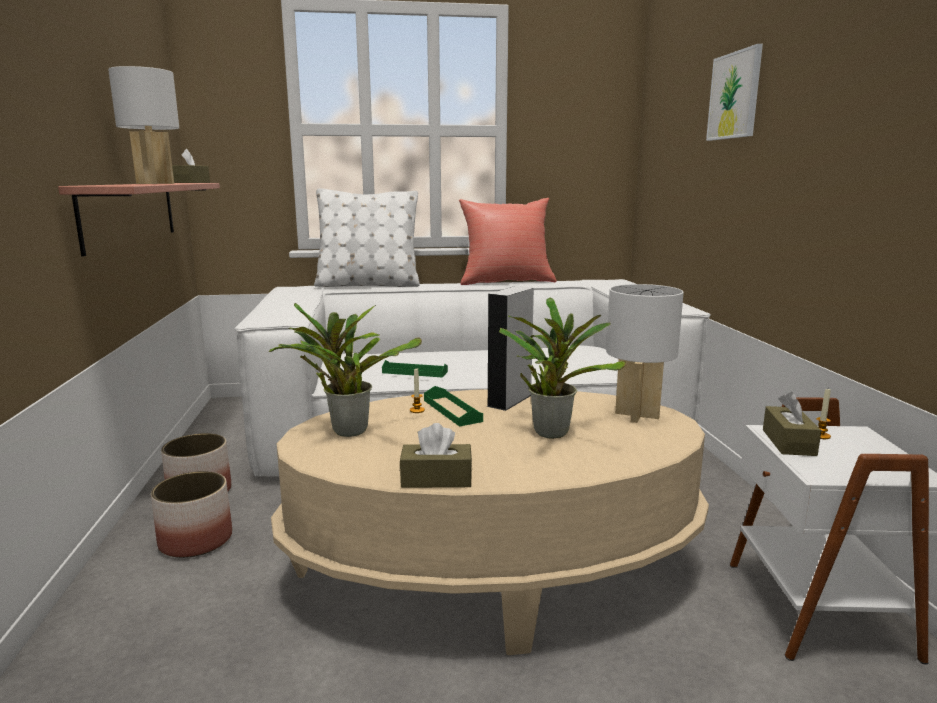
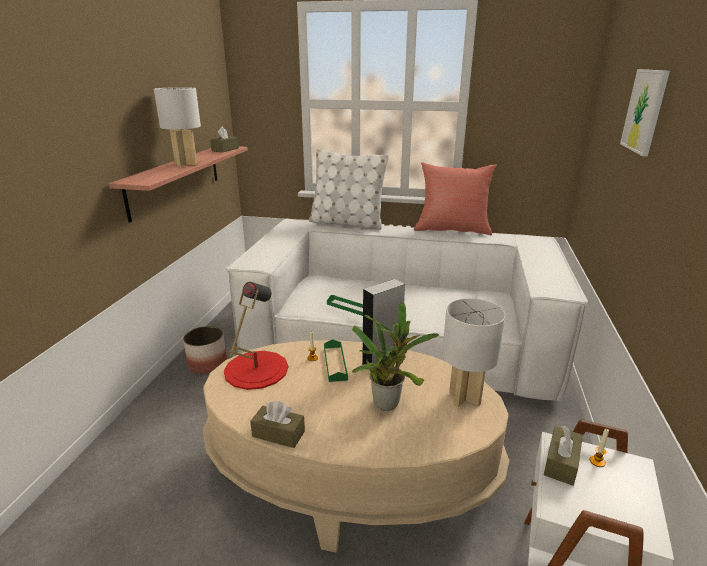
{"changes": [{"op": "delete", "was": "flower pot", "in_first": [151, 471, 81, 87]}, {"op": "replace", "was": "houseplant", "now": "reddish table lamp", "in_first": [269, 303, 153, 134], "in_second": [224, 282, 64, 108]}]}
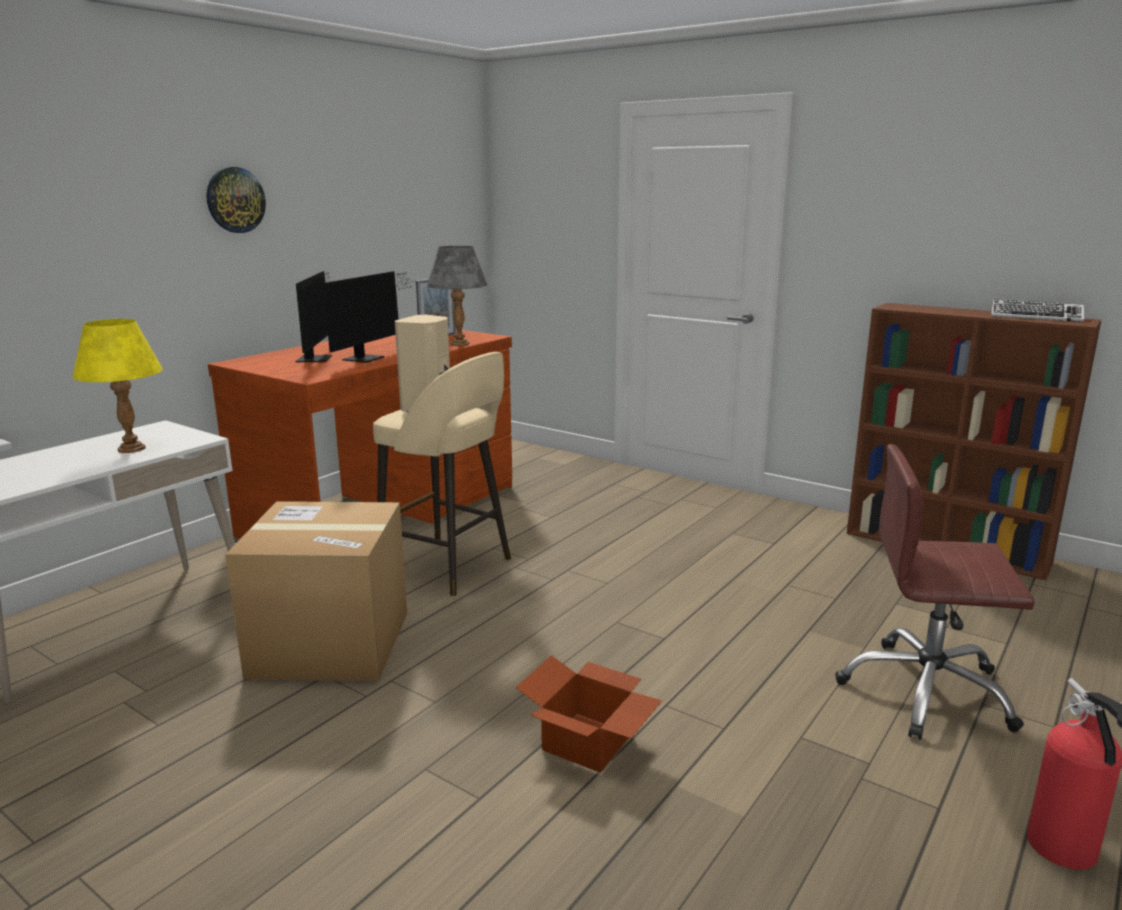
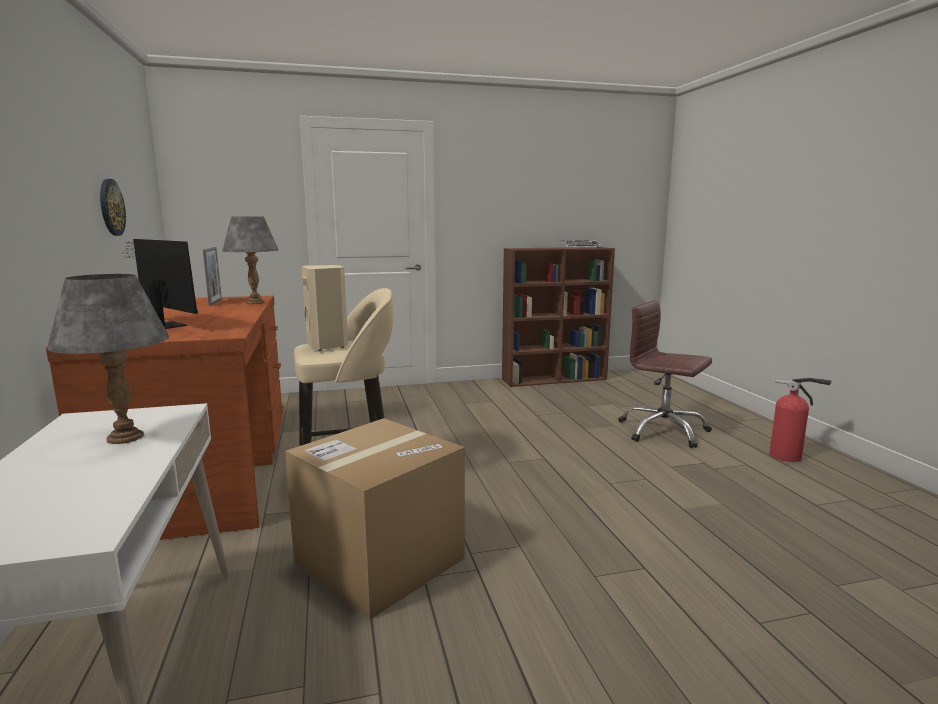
{"changes": [{"op": "recolor", "was": "yellow table lamp", "now": "greyish table lamp", "in_first": [73, 319, 90, 134], "in_second": [47, 274, 122, 170]}, {"op": "move", "was": "hanging clock", "in_first": [207, 167, 59, 66], "in_second": [100, 179, 26, 57]}, {"op": "delete", "was": "computer display", "in_first": [323, 271, 92, 92]}, {"op": "delete", "was": "cardboard box", "in_first": [515, 655, 147, 118]}, {"op": "rotate", "was": "brown-coloured office chair", "in_first": [835, 444, 200, 296], "in_second": [618, 300, 94, 148], "clockwise": 75}]}
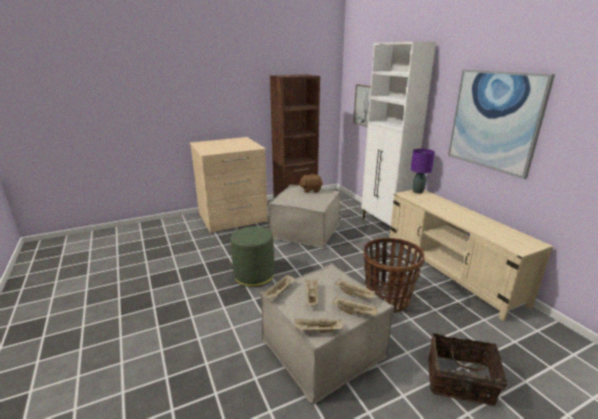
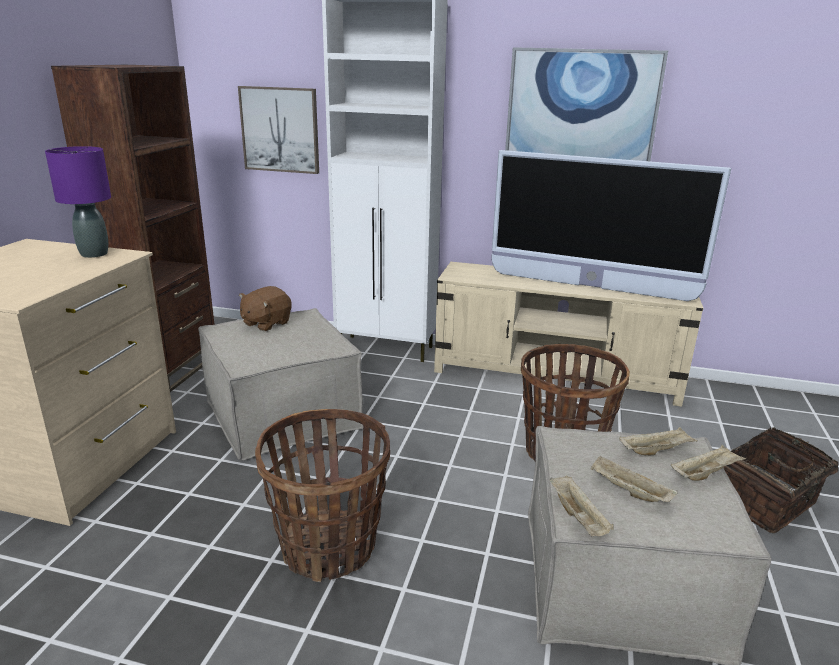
{"changes": [{"op": "replace", "was": "green-coloured pouffe", "now": "basket", "in_first": [231, 226, 43, 61], "in_second": [255, 409, 135, 173]}, {"op": "delete", "was": "sand-coloured tray", "in_first": [295, 319, 48, 14]}, {"op": "move", "was": "purple table lamp", "in_first": [411, 149, 24, 45], "in_second": [45, 146, 66, 112]}, {"op": "insert", "now": "TV set", "in_second": [491, 150, 240, 151]}]}
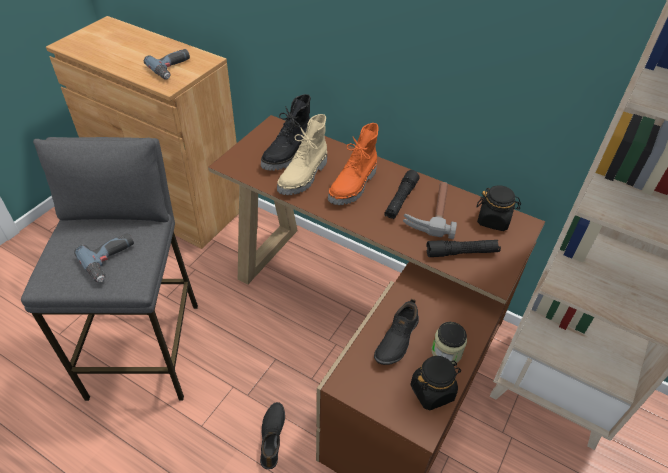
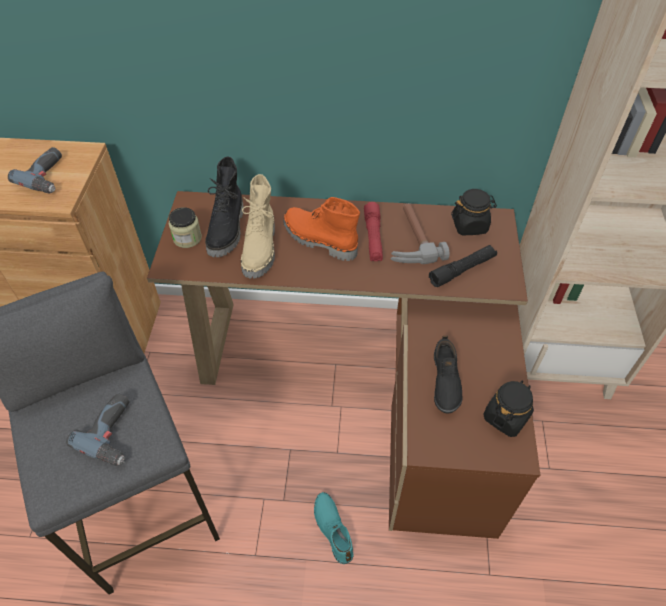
{"changes": [{"op": "recolor", "was": "black item of footwear", "now": "turquoise-coloured item of footwear", "in_first": [260, 402, 25, 67], "in_second": [314, 492, 39, 72]}, {"op": "rotate", "was": "orange-coloured high-top boot", "in_first": [328, 123, 50, 82], "in_second": [283, 197, 77, 64], "clockwise": 120}, {"op": "recolor", "was": "black hand torch", "now": "reddish hand torch", "in_first": [384, 170, 36, 49], "in_second": [364, 202, 19, 60]}, {"op": "move", "was": "preserve jar", "in_first": [432, 322, 35, 42], "in_second": [169, 207, 33, 41]}]}
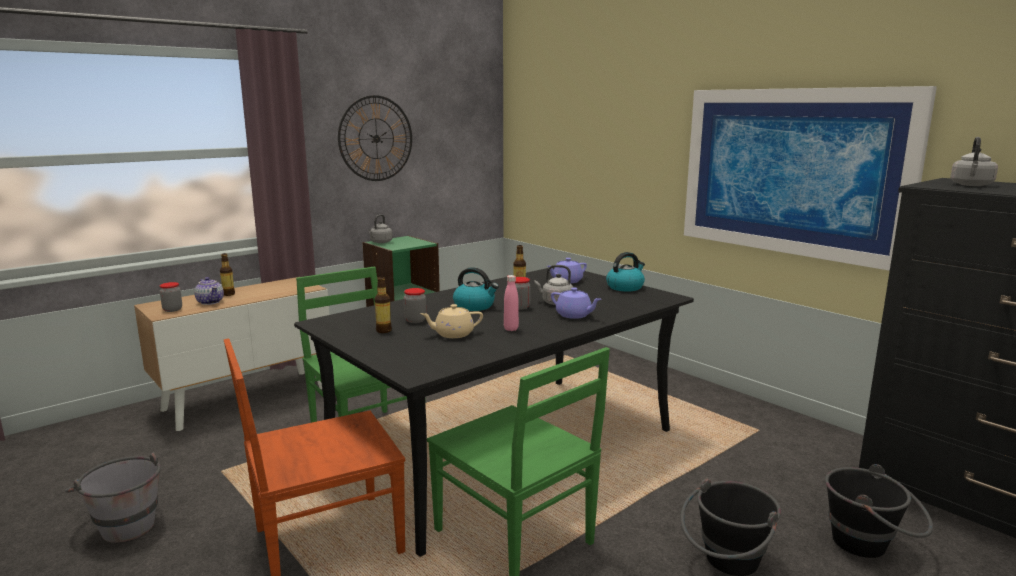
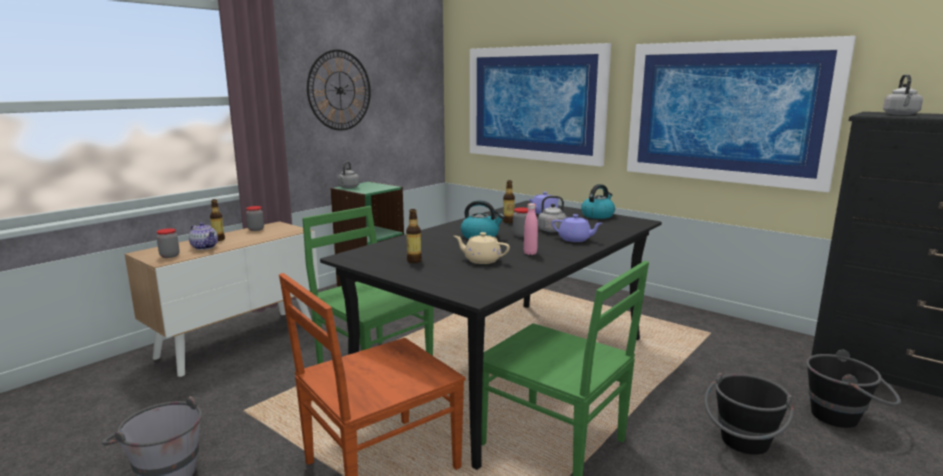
{"changes": [{"op": "move", "was": "preserve jar", "in_first": [404, 288, 22, 35], "in_second": [246, 206, 18, 25]}, {"op": "rotate", "was": "sand-coloured pot for tea", "in_first": [420, 304, 63, 34], "in_second": [454, 232, 56, 32], "clockwise": 45}, {"op": "insert", "now": "wall art", "in_second": [470, 43, 141, 124]}]}
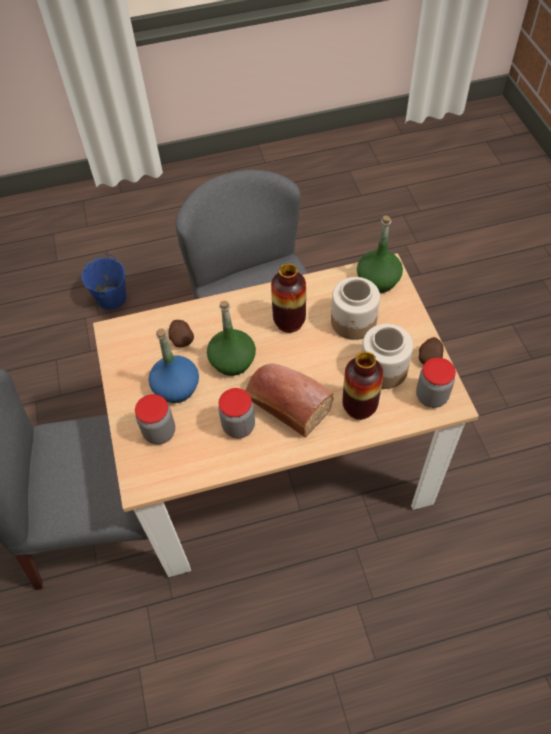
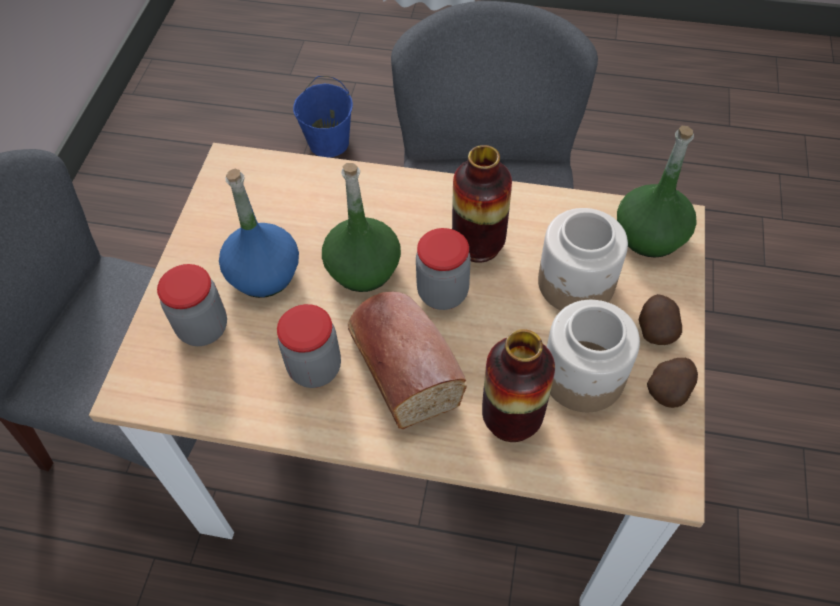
{"changes": [{"op": "move", "was": "whole potato", "in_first": [169, 320, 25, 28], "in_second": [639, 294, 43, 51]}, {"op": "move", "was": "preserve jar", "in_first": [416, 358, 40, 50], "in_second": [416, 228, 55, 82]}]}
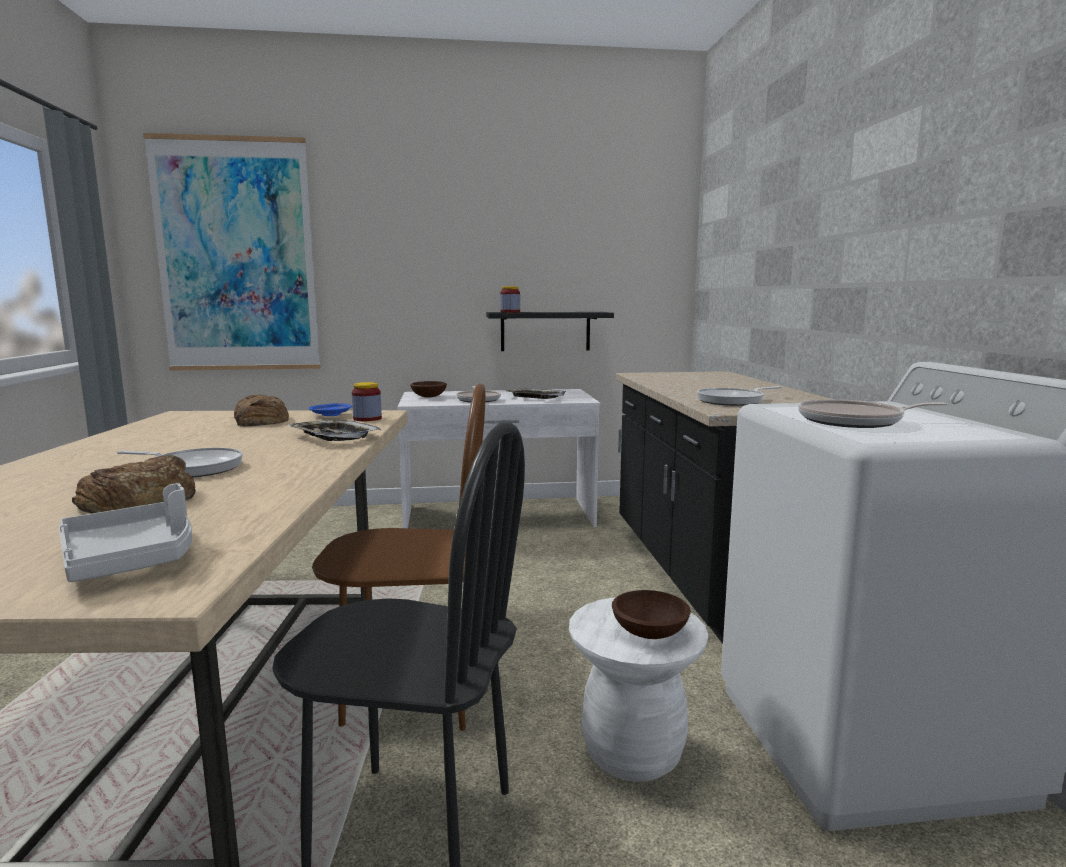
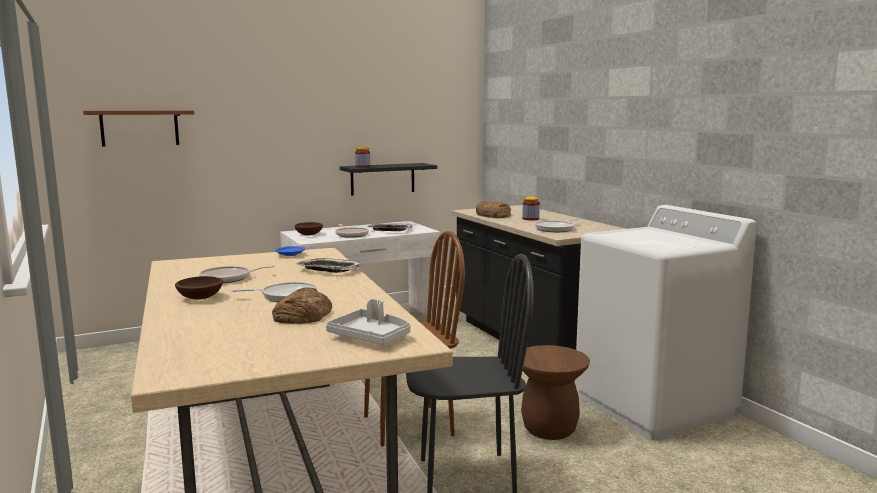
{"changes": [{"op": "replace", "was": "wall art", "now": "brown-coloured bracket shelf", "in_first": [143, 133, 177, 238], "in_second": [83, 110, 111, 37]}, {"op": "move", "was": "baked bread", "in_first": [234, 394, 55, 32], "in_second": [476, 201, 35, 17]}, {"op": "move", "was": "preserve jar", "in_first": [352, 382, 30, 39], "in_second": [522, 197, 18, 23]}, {"op": "recolor", "was": "white-coloured stool", "now": "brown-coloured stool", "in_first": [569, 597, 139, 185], "in_second": [521, 345, 69, 95]}, {"op": "move", "was": "brown-coloured deep dish", "in_first": [612, 590, 79, 49], "in_second": [175, 276, 48, 24]}, {"op": "move", "was": "pan", "in_first": [798, 399, 150, 29], "in_second": [199, 266, 76, 17]}]}
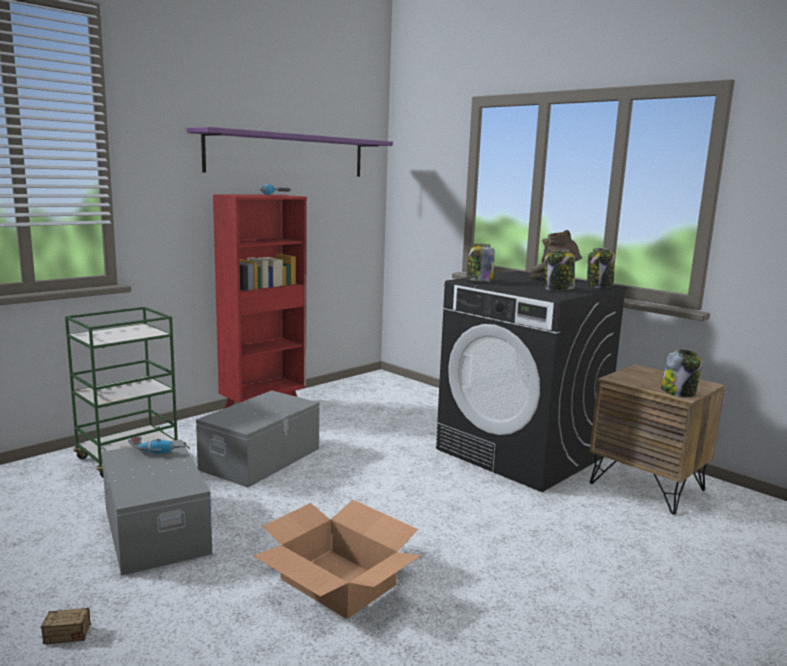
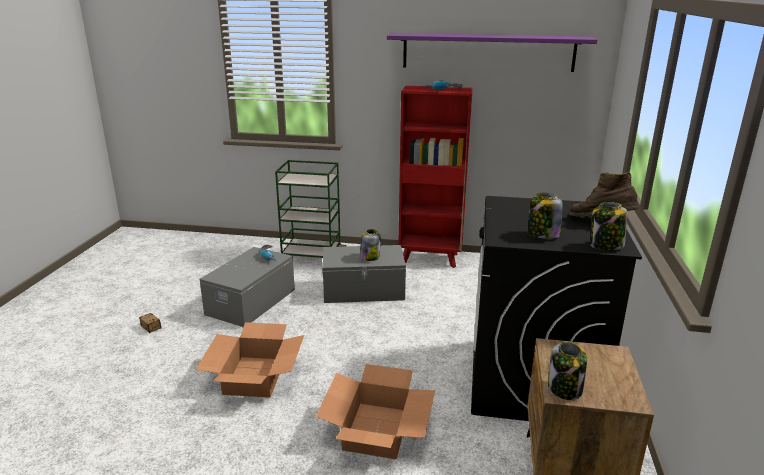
{"changes": [{"op": "move", "was": "preserve jar", "in_first": [466, 243, 29, 39], "in_second": [360, 229, 21, 32]}, {"op": "insert", "now": "cardboard box", "in_second": [315, 364, 120, 95]}]}
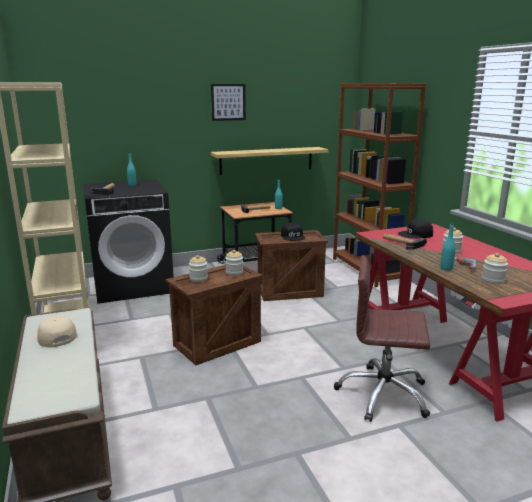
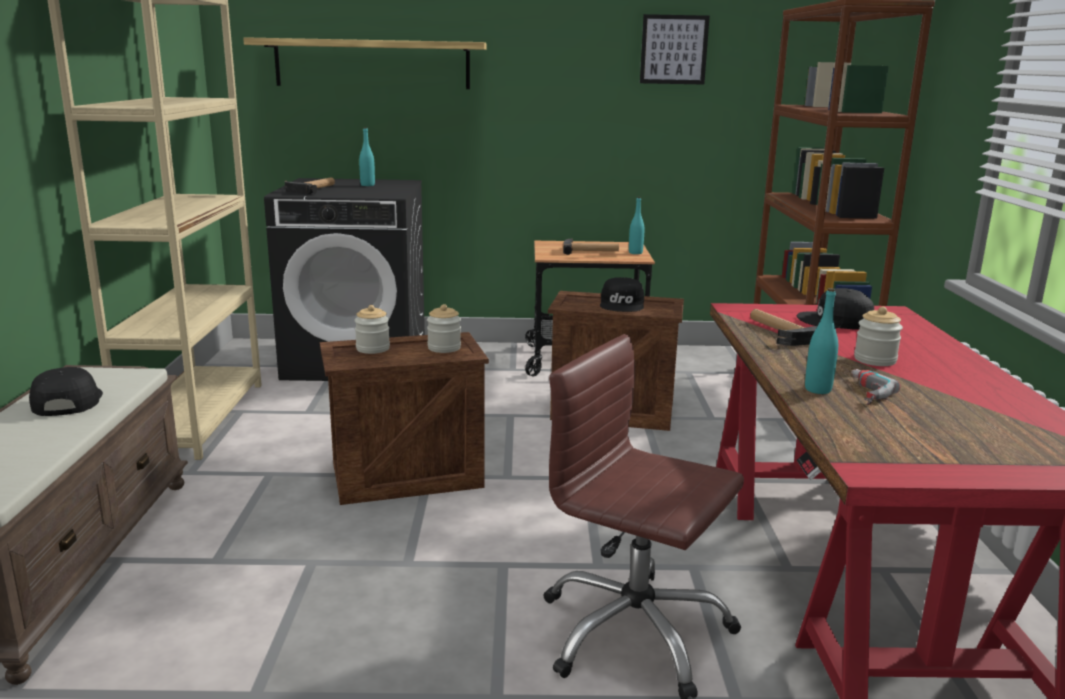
{"changes": [{"op": "recolor", "was": "sand-coloured peaked cap", "now": "black peaked cap", "in_first": [35, 316, 42, 32], "in_second": [29, 367, 74, 49]}, {"op": "move", "was": "wall art", "in_first": [211, 84, 35, 37], "in_second": [640, 14, 70, 71]}, {"op": "move", "was": "bracket shelf", "in_first": [211, 147, 118, 28], "in_second": [243, 37, 243, 52]}, {"op": "delete", "was": "preserve jar", "in_first": [482, 253, 26, 31]}]}
